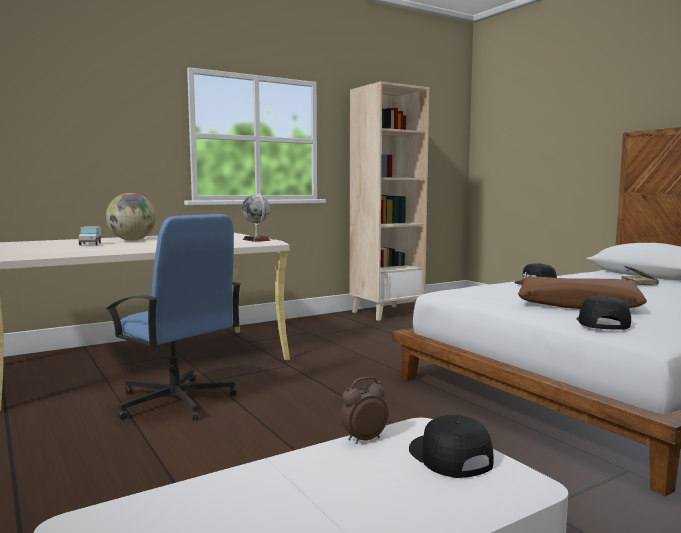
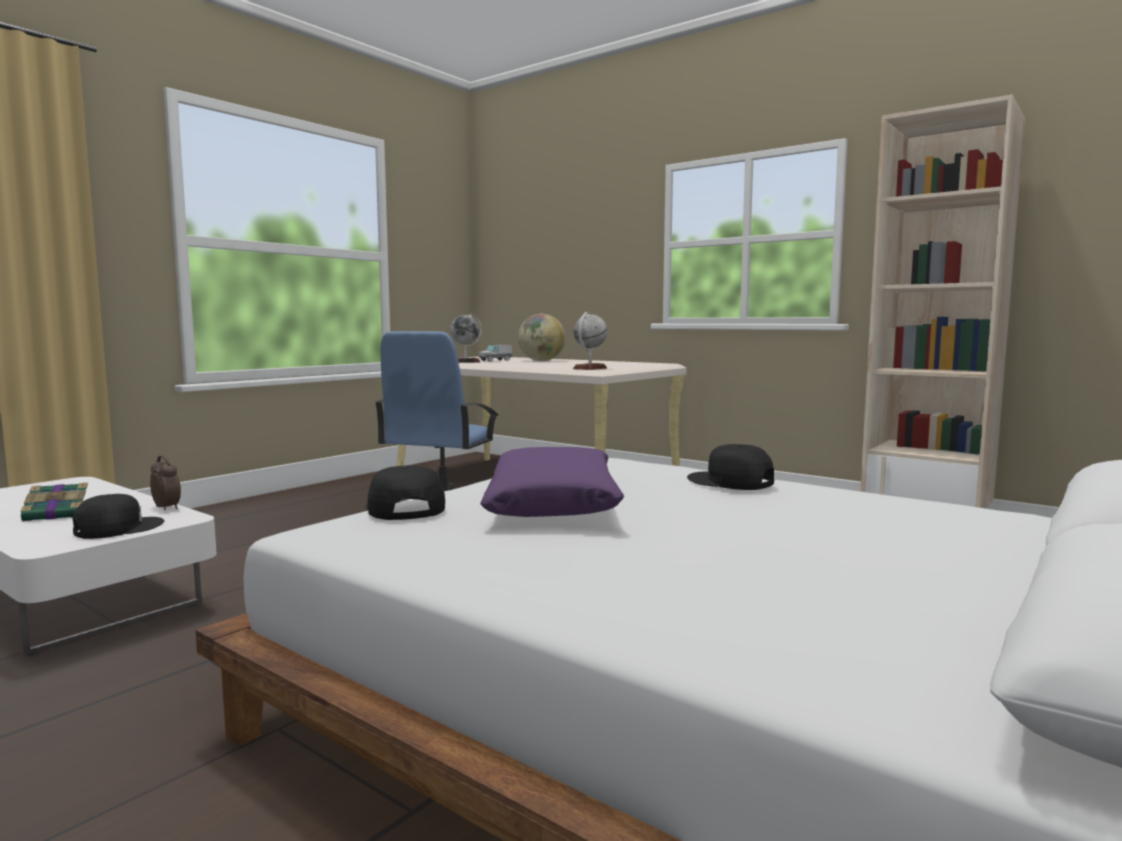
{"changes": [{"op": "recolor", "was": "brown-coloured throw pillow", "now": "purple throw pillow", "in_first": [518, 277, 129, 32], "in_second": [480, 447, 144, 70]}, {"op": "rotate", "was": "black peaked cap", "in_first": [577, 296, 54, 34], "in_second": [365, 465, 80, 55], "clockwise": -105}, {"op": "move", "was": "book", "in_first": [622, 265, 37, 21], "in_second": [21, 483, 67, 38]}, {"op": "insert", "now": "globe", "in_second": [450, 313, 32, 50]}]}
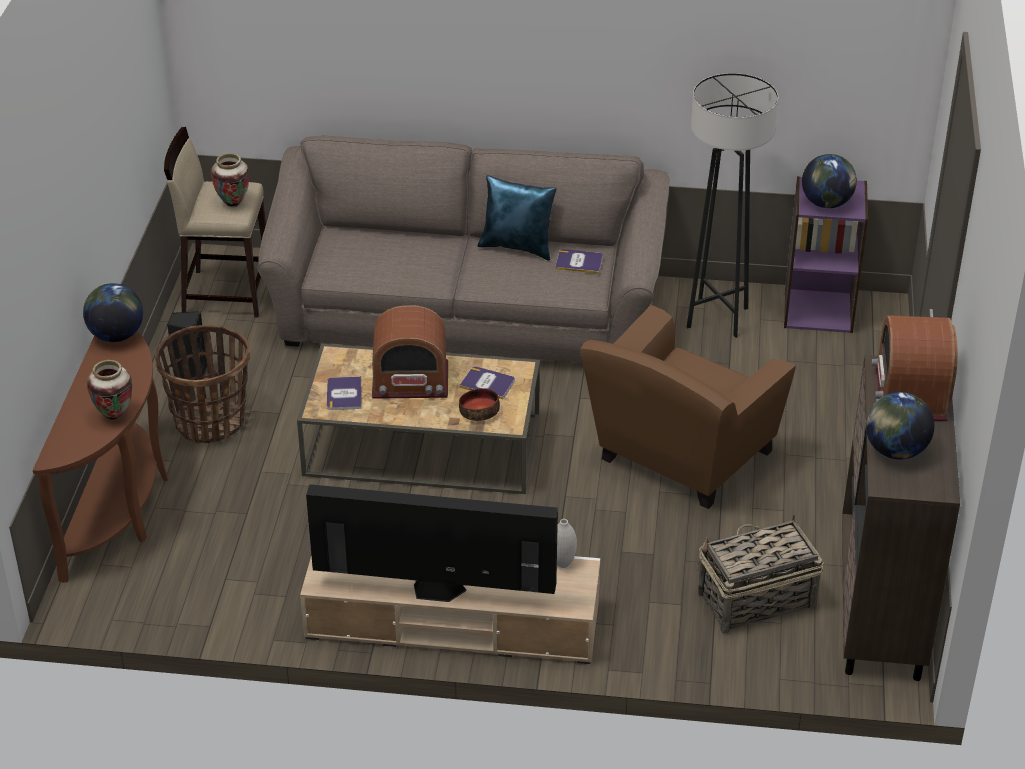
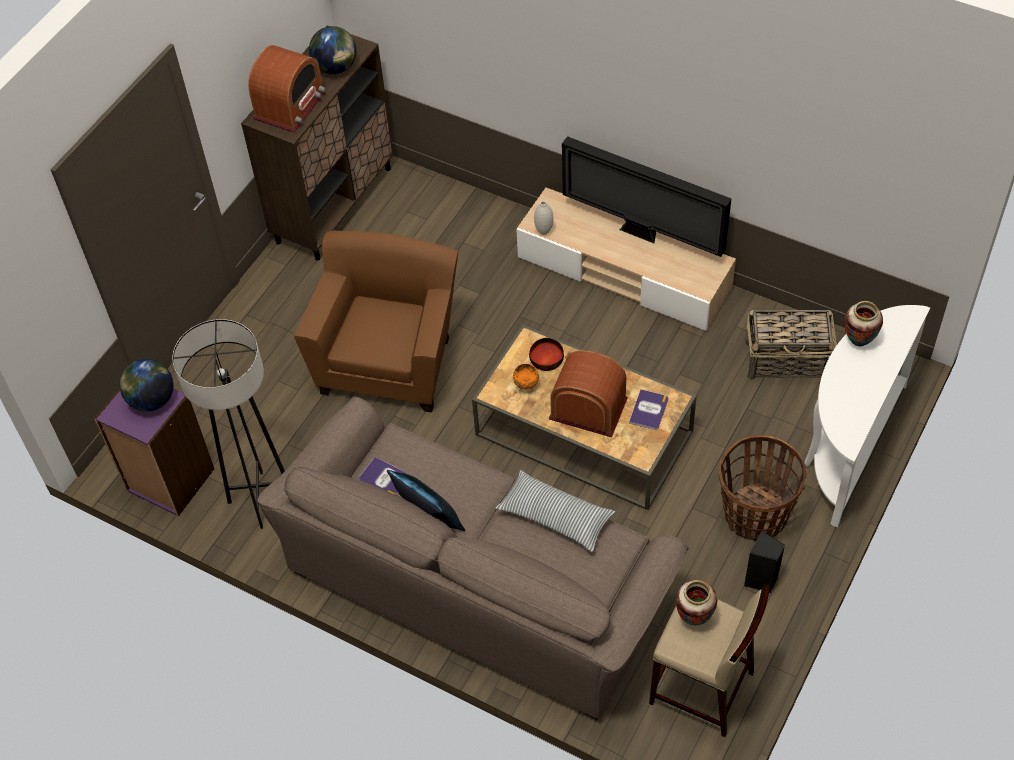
{"changes": [{"op": "recolor", "was": "brown-coloured hall table", "now": "white-coloured hall table", "in_first": [33, 331, 135, 252], "in_second": [805, 305, 125, 222]}, {"op": "delete", "was": "globe", "in_first": [83, 283, 60, 59]}, {"op": "replace", "was": "book", "now": "orange-coloured deep dish", "in_first": [459, 367, 56, 32], "in_second": [513, 364, 26, 26]}, {"op": "rotate", "was": "brown-coloured lounge chair", "in_first": [580, 305, 216, 204], "in_second": [294, 231, 164, 182], "clockwise": -45}, {"op": "move", "was": "basket", "in_first": [698, 515, 126, 119], "in_second": [745, 310, 92, 70]}, {"op": "insert", "now": "throw pillow", "in_second": [496, 470, 120, 82]}]}
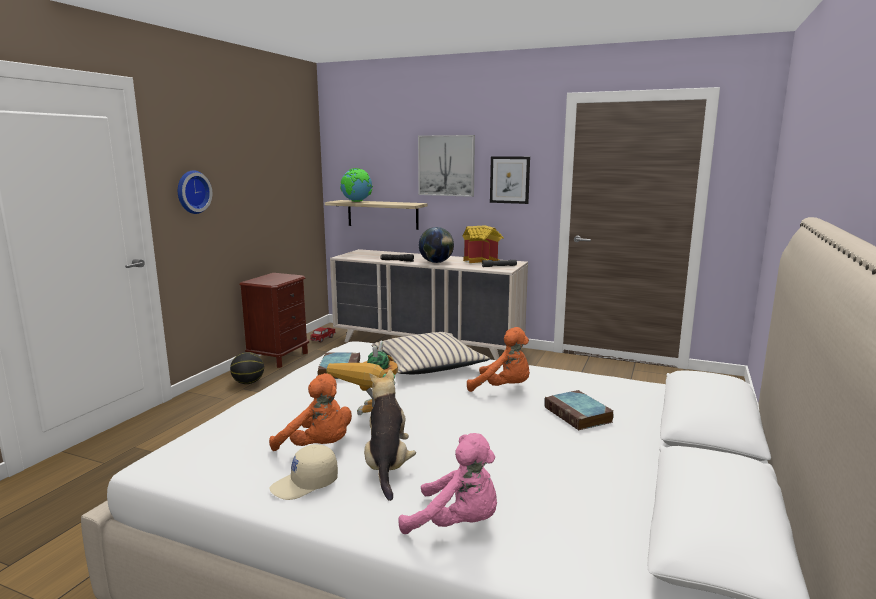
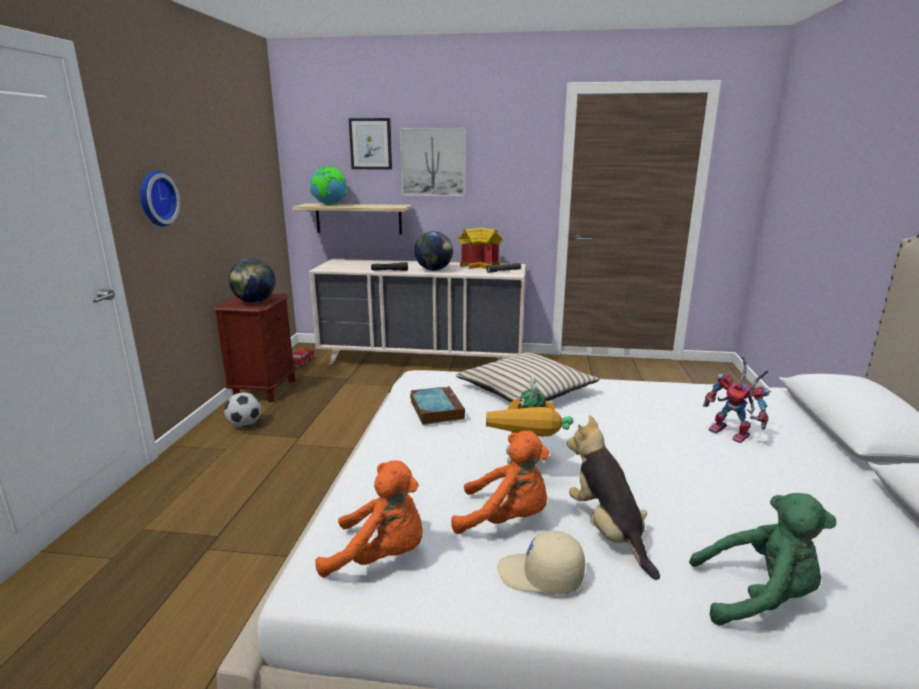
{"changes": [{"op": "replace", "was": "basketball", "now": "ball for football", "in_first": [230, 352, 34, 32], "in_second": [224, 392, 37, 35]}, {"op": "rotate", "was": "sand-coloured peaked cap", "in_first": [269, 444, 69, 56], "in_second": [497, 531, 88, 63], "clockwise": 60}, {"op": "recolor", "was": "pink soft toy", "now": "green-coloured soft toy", "in_first": [399, 433, 98, 101], "in_second": [689, 493, 148, 133]}, {"op": "move", "was": "orange-coloured soft toy", "in_first": [467, 327, 63, 65], "in_second": [315, 460, 108, 117]}, {"op": "move", "was": "wall art", "in_first": [490, 156, 40, 48], "in_second": [349, 118, 43, 51]}, {"op": "replace", "was": "book", "now": "toy robot", "in_first": [544, 390, 70, 40], "in_second": [703, 356, 68, 87]}, {"op": "insert", "now": "globe", "in_second": [229, 258, 47, 45]}]}
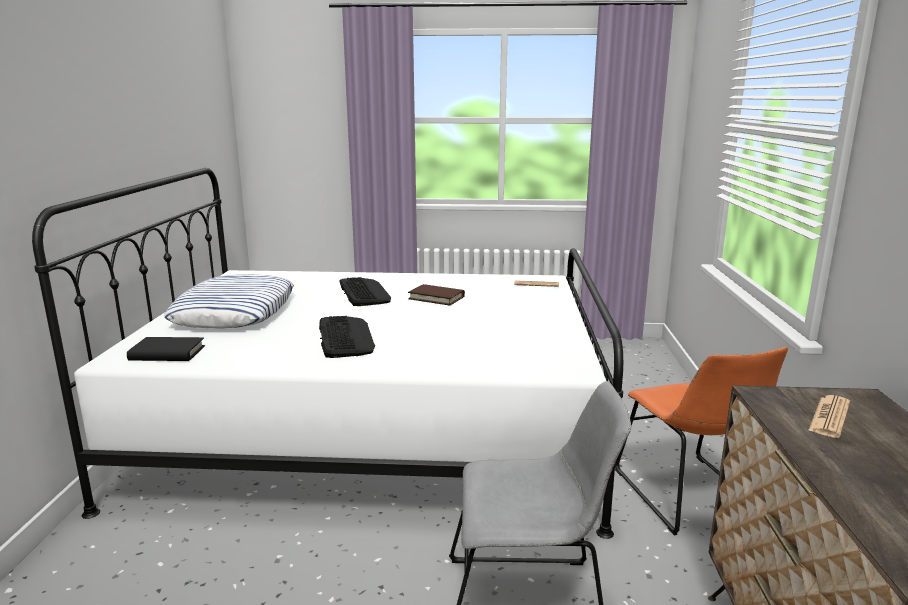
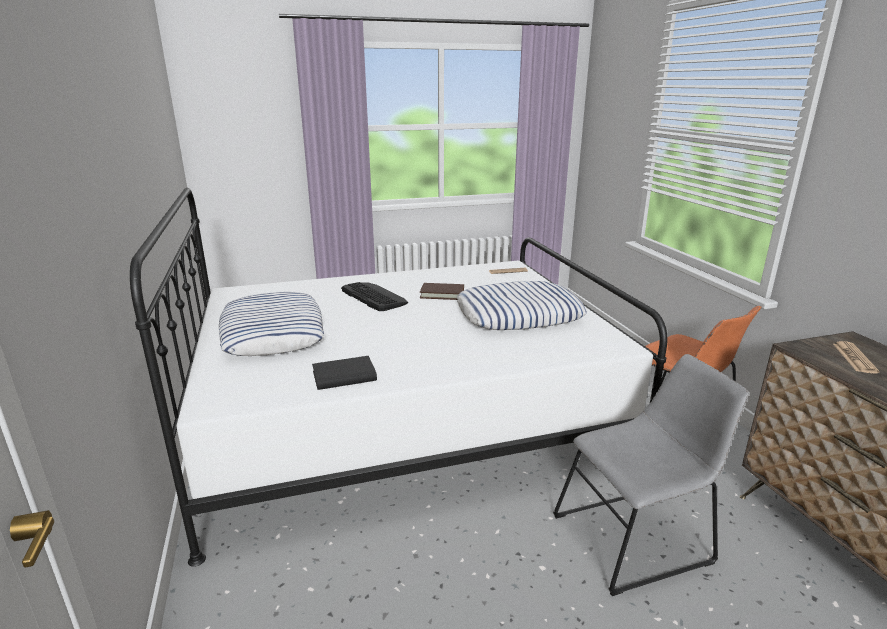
{"changes": [{"op": "move", "was": "black book", "in_first": [127, 337, 78, 24], "in_second": [312, 356, 65, 34]}, {"op": "delete", "was": "keyboard", "in_first": [319, 316, 56, 42]}, {"op": "insert", "now": "throw pillow", "in_second": [457, 281, 130, 49]}]}
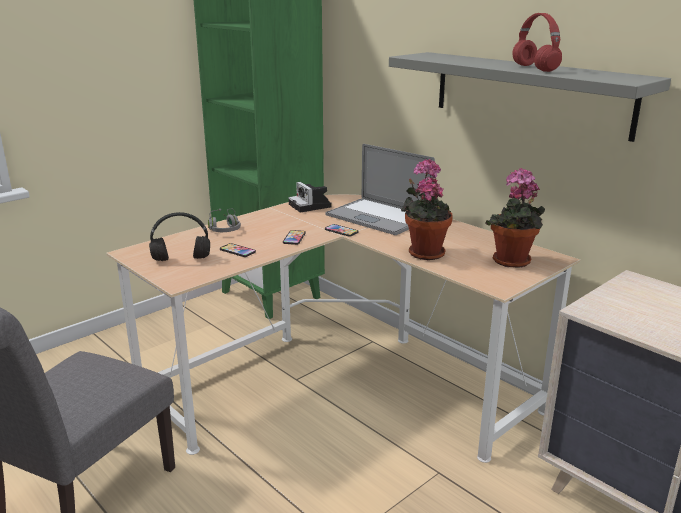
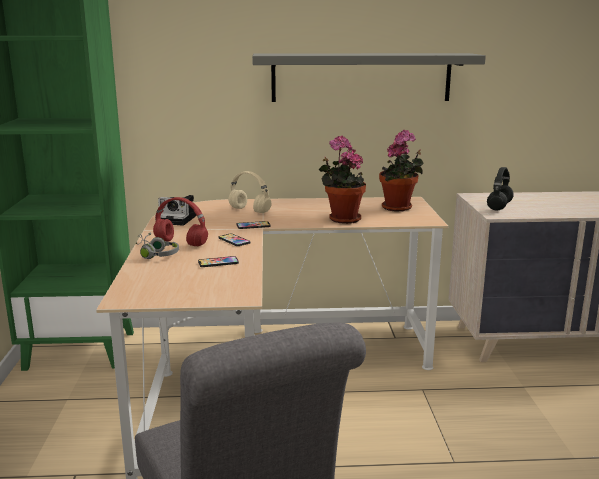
{"changes": [{"op": "move", "was": "black headphones", "in_first": [149, 212, 61, 49], "in_second": [487, 167, 27, 44]}, {"op": "replace", "was": "portable computer", "now": "sand-coloured headphones", "in_first": [325, 144, 110, 91], "in_second": [228, 171, 43, 42]}, {"op": "move", "was": "reddish headphones", "in_first": [512, 13, 50, 59], "in_second": [153, 197, 55, 49]}]}
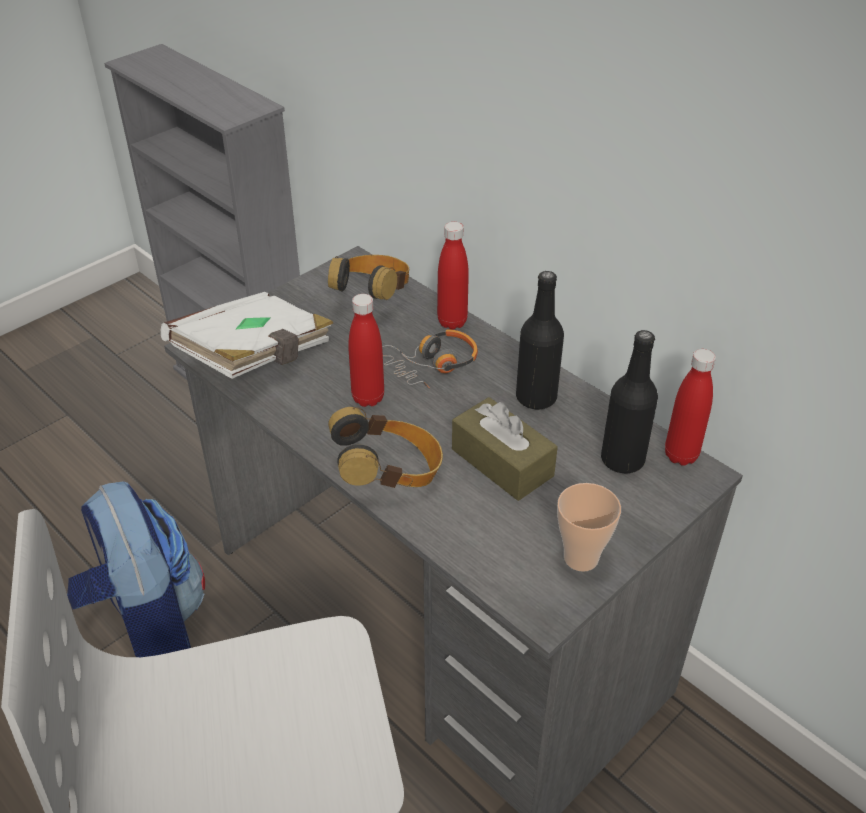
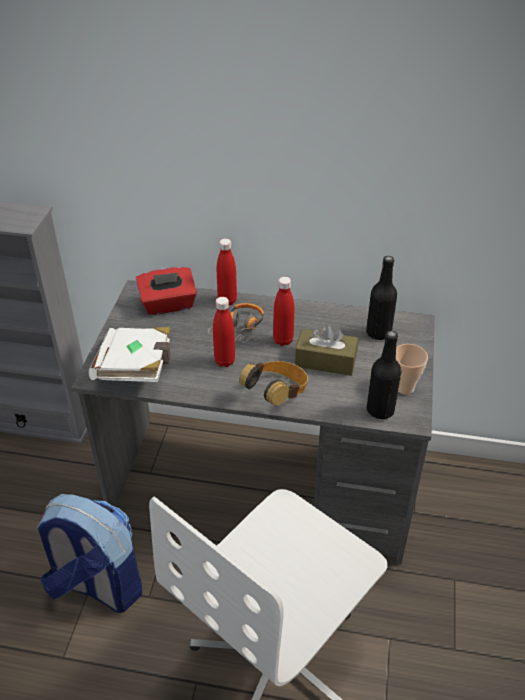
{"changes": [{"op": "replace", "was": "headphones", "now": "reddish tissue holder", "in_first": [328, 255, 81, 45], "in_second": [136, 267, 61, 48]}, {"op": "move", "was": "black drink bottle", "in_first": [516, 271, 48, 139], "in_second": [367, 331, 34, 88]}, {"op": "move", "was": "reddish drink bottle", "in_first": [665, 349, 51, 117], "in_second": [273, 277, 21, 69]}]}
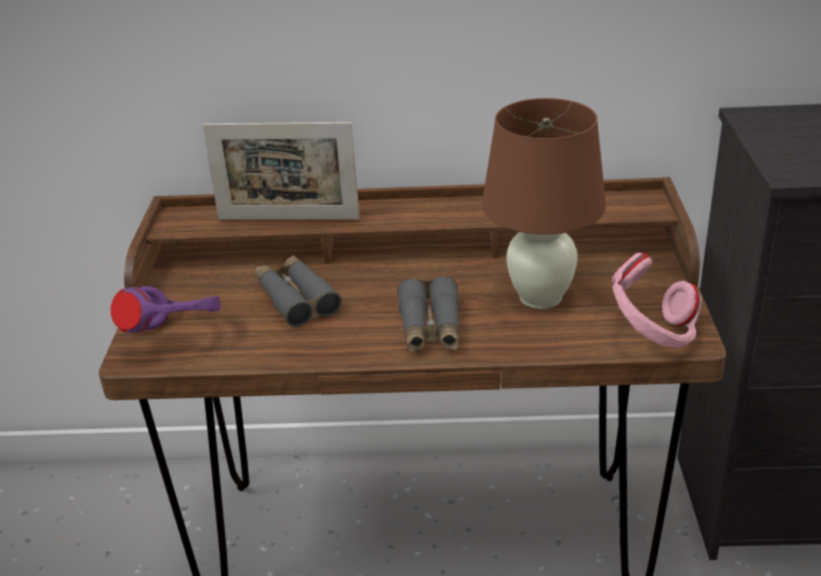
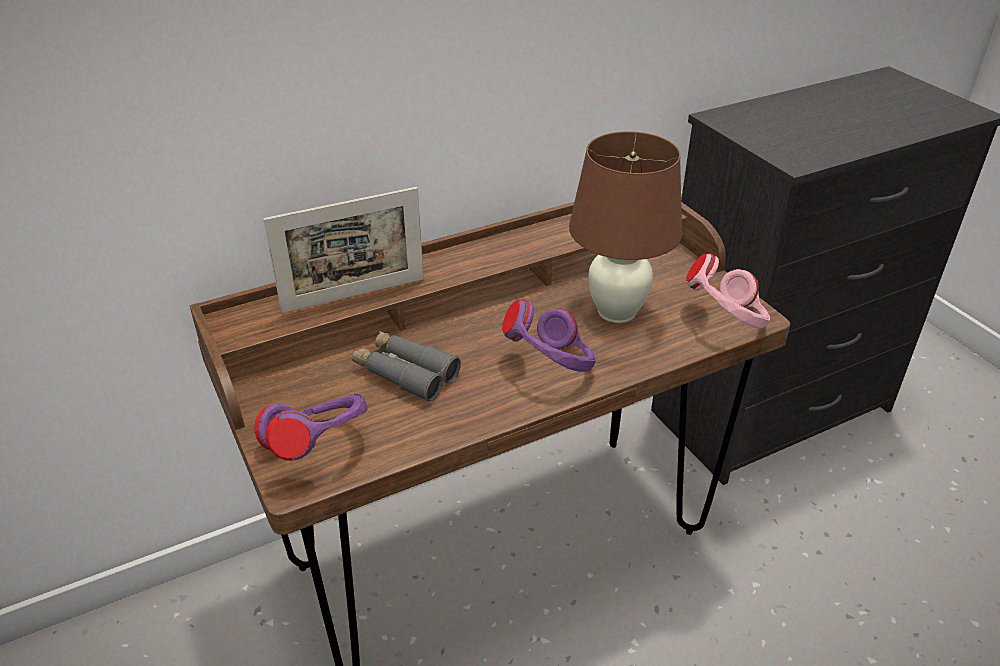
{"changes": [{"op": "replace", "was": "greyish field glasses", "now": "purple headphones", "in_first": [397, 276, 63, 77], "in_second": [502, 299, 94, 73]}]}
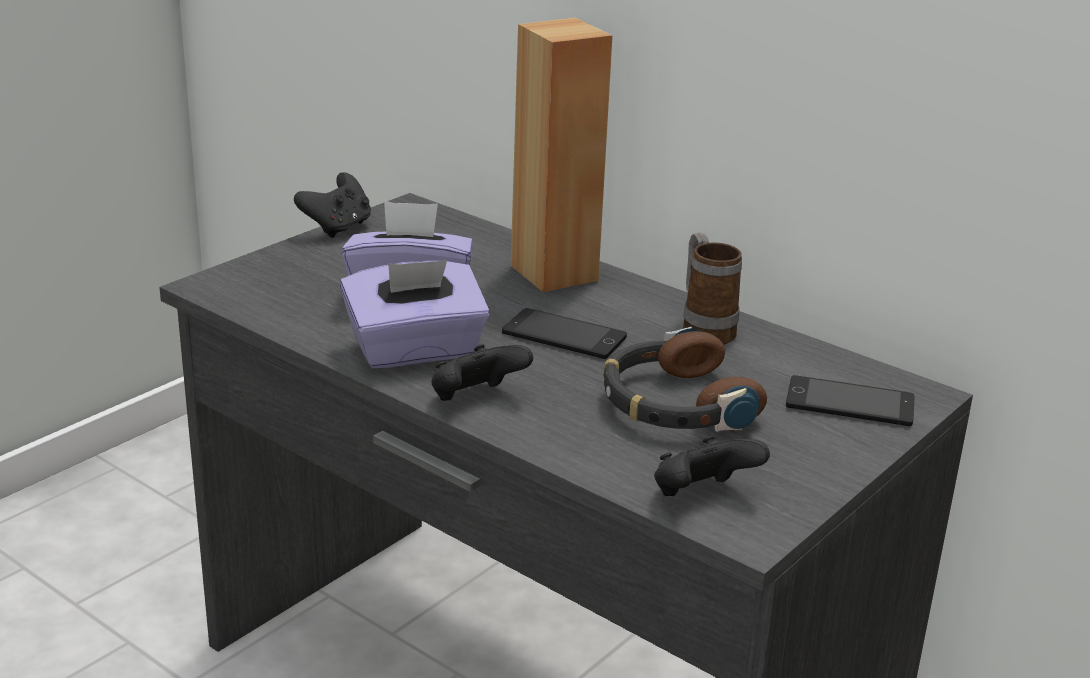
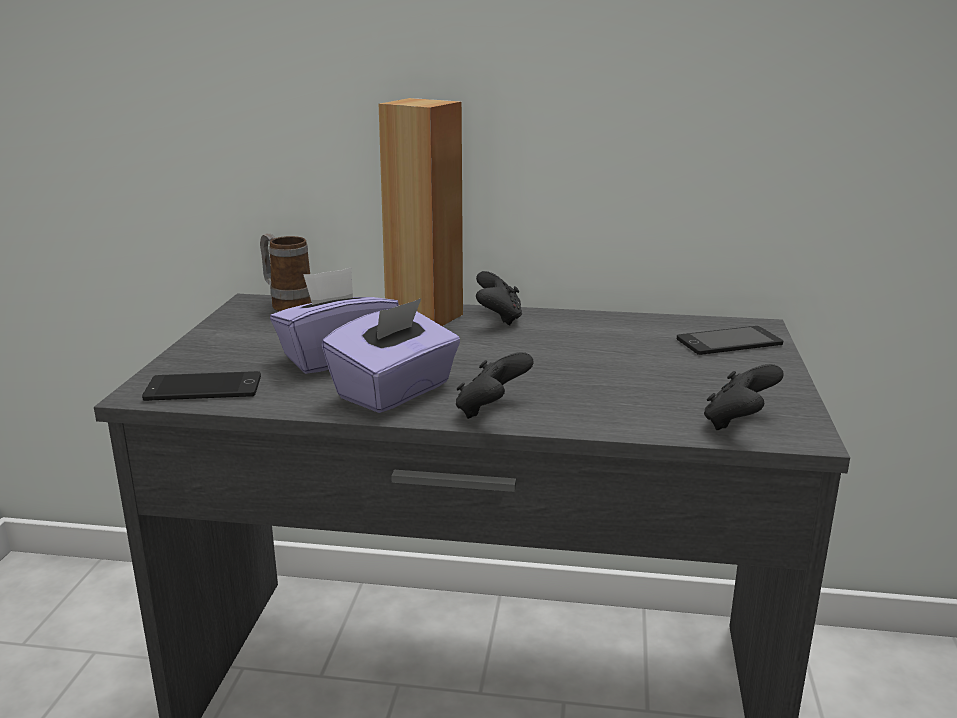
{"changes": [{"op": "move", "was": "black joypad", "in_first": [294, 172, 77, 66], "in_second": [476, 271, 46, 55]}, {"op": "move", "was": "handset", "in_first": [502, 308, 125, 51], "in_second": [142, 371, 119, 30]}, {"op": "delete", "was": "headphones", "in_first": [603, 327, 164, 105]}, {"op": "move", "was": "coffee mug", "in_first": [683, 232, 59, 113], "in_second": [260, 233, 52, 79]}]}
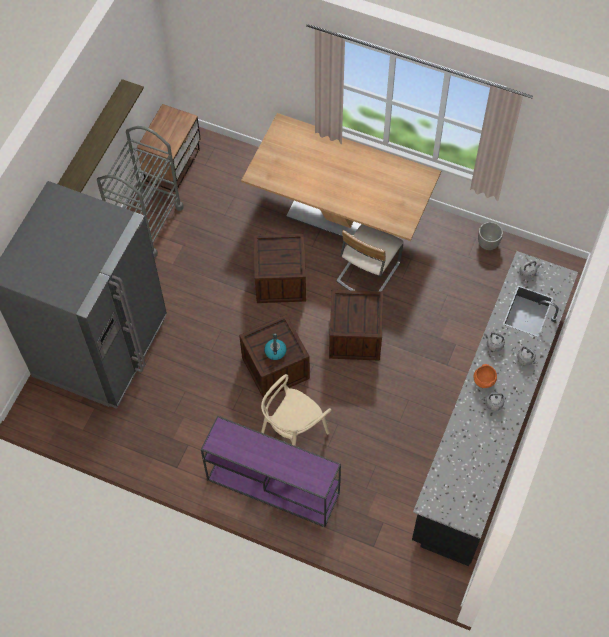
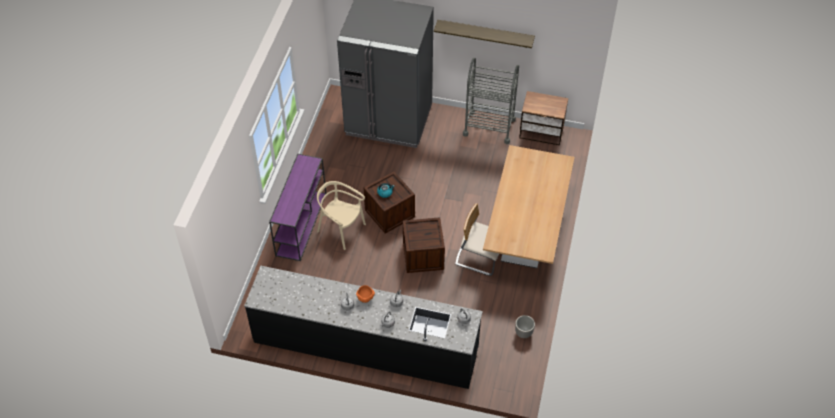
{"changes": [{"op": "delete", "was": "shipping crate", "in_first": [254, 233, 52, 70]}]}
